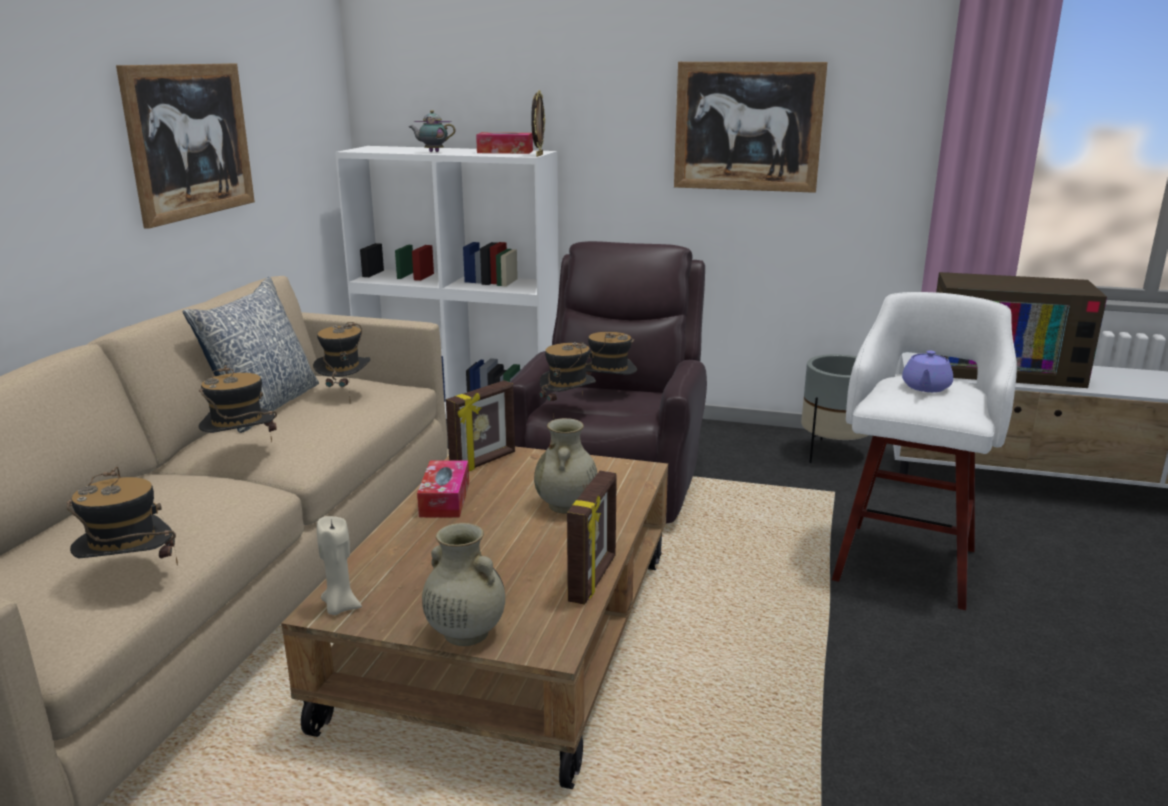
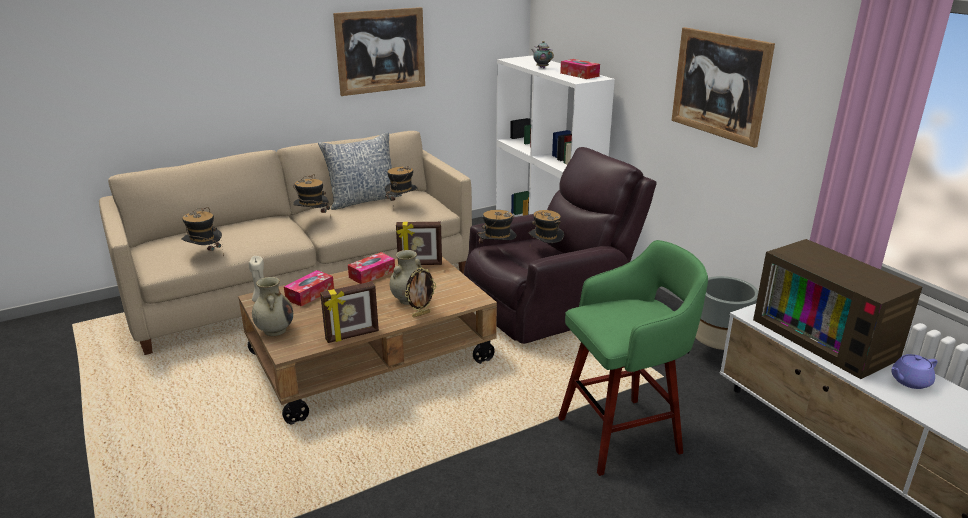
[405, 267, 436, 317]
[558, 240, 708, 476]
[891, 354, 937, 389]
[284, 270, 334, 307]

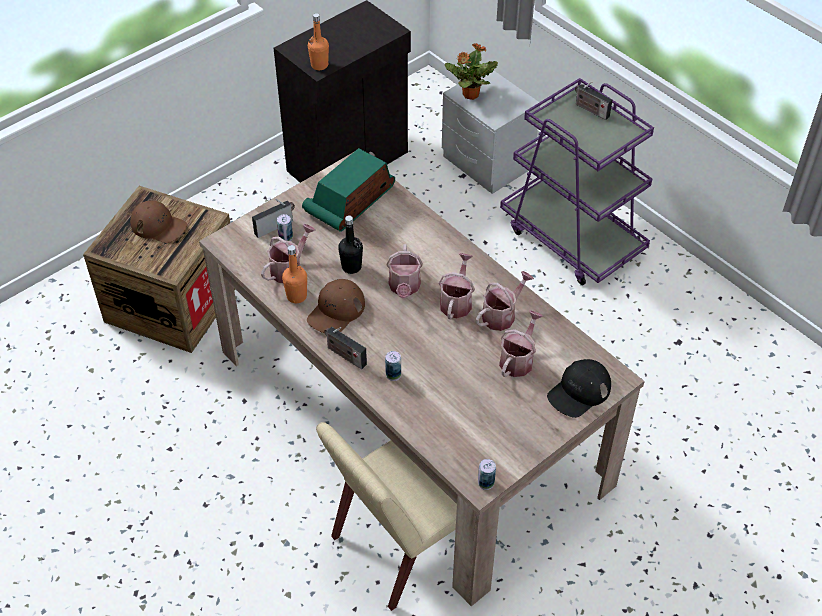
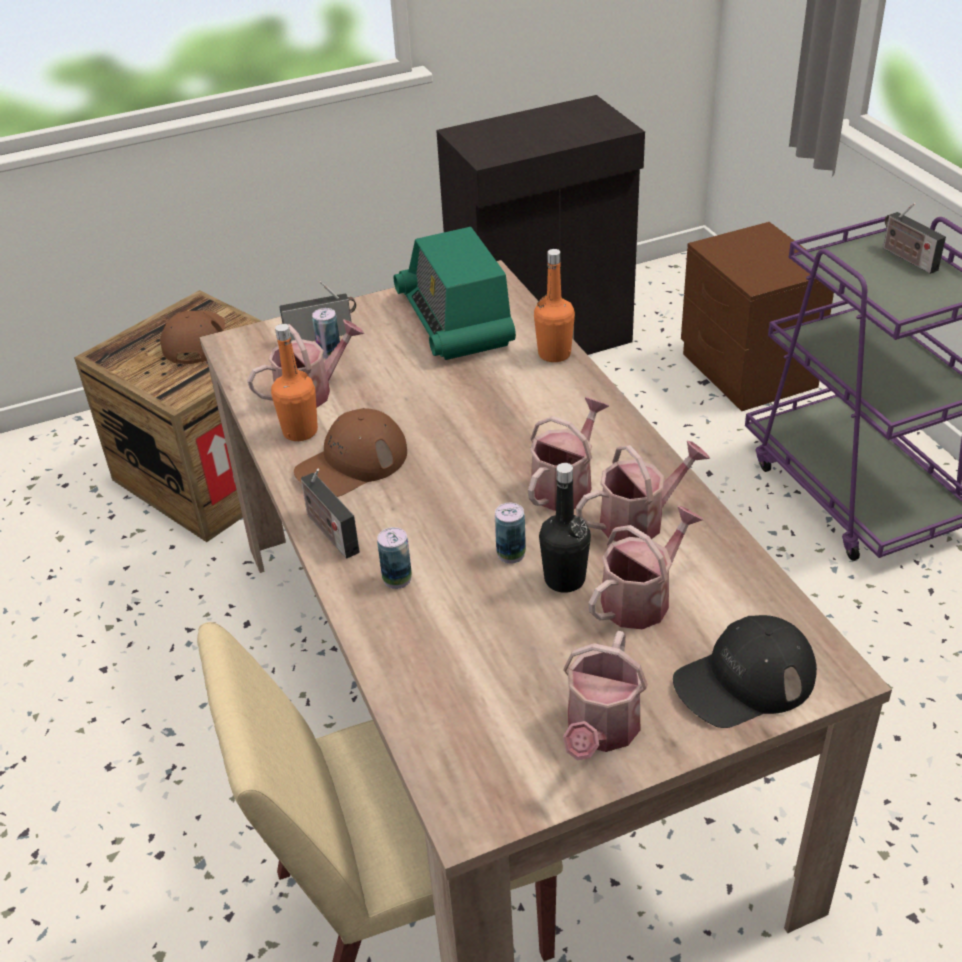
[160, 311, 225, 364]
[394, 227, 516, 360]
[534, 249, 575, 362]
[539, 463, 591, 593]
[563, 631, 648, 760]
[681, 222, 834, 411]
[445, 43, 498, 100] (first image)
[495, 503, 526, 564]

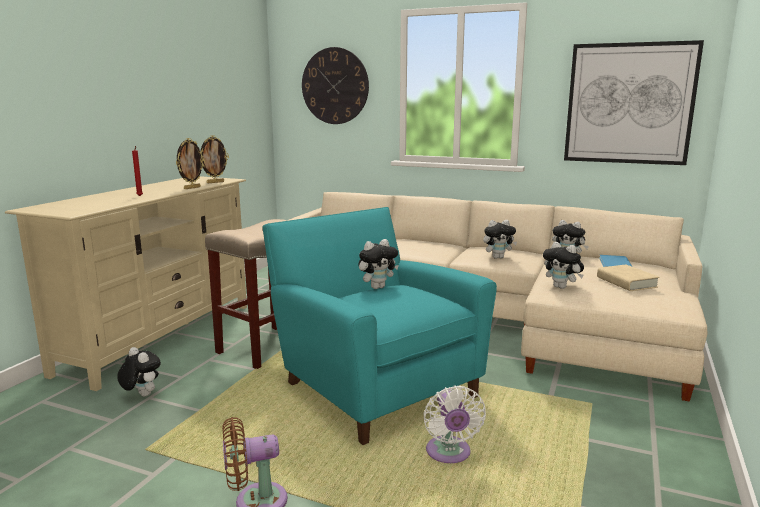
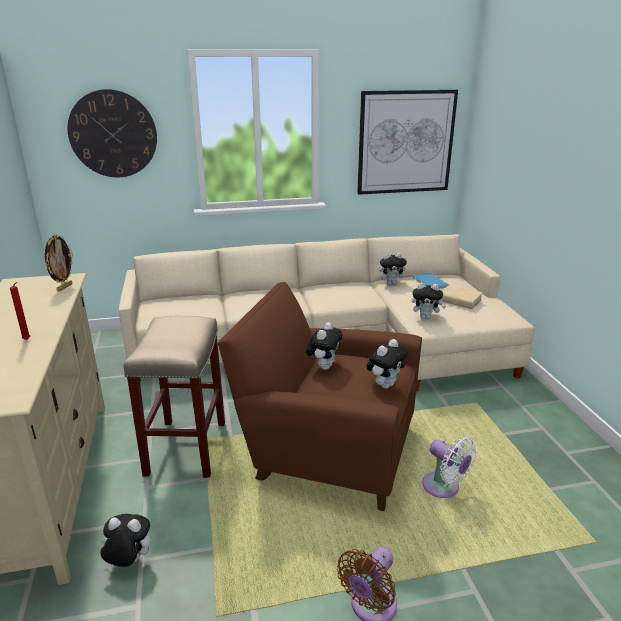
[176, 138, 205, 189] (first image)
[218, 282, 422, 511]
[366, 339, 408, 389]

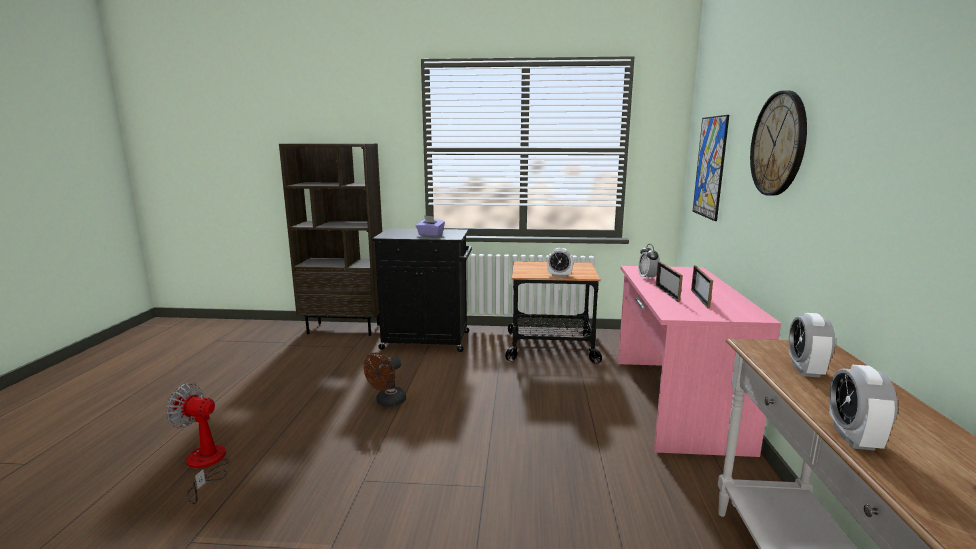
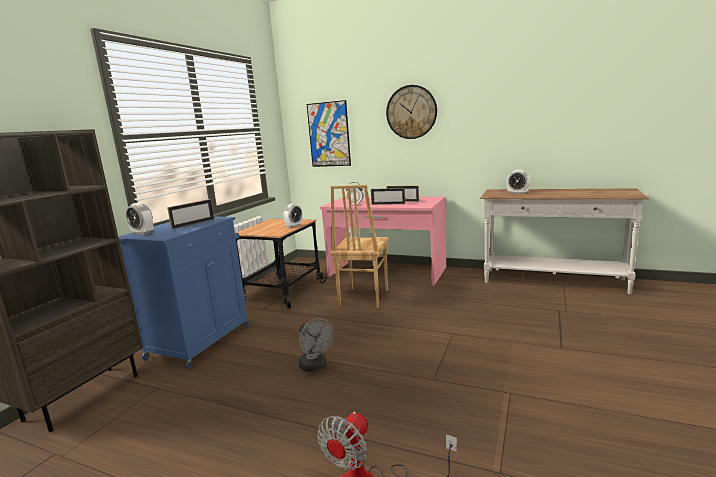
[299, 318, 334, 372]
[119, 216, 249, 369]
[167, 199, 214, 229]
[126, 203, 154, 235]
[330, 185, 389, 308]

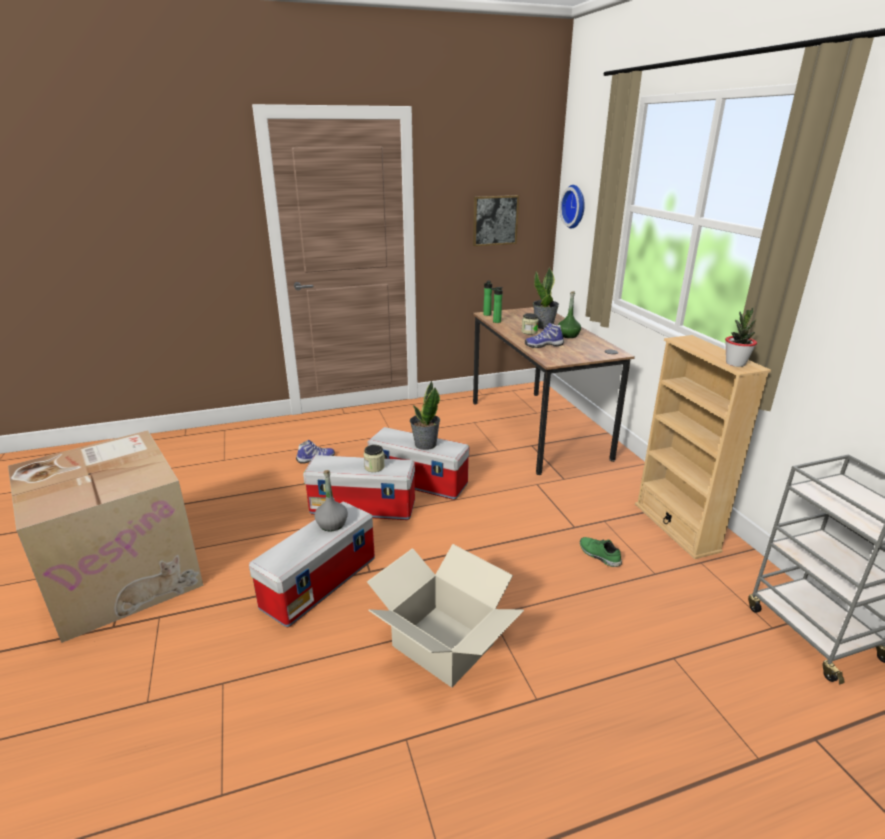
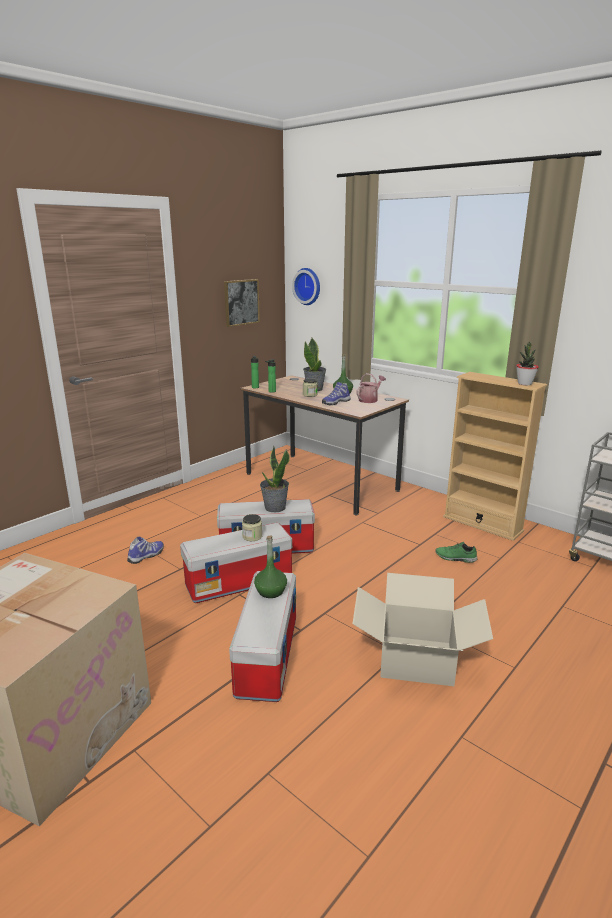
[254, 536, 287, 598]
[357, 373, 386, 403]

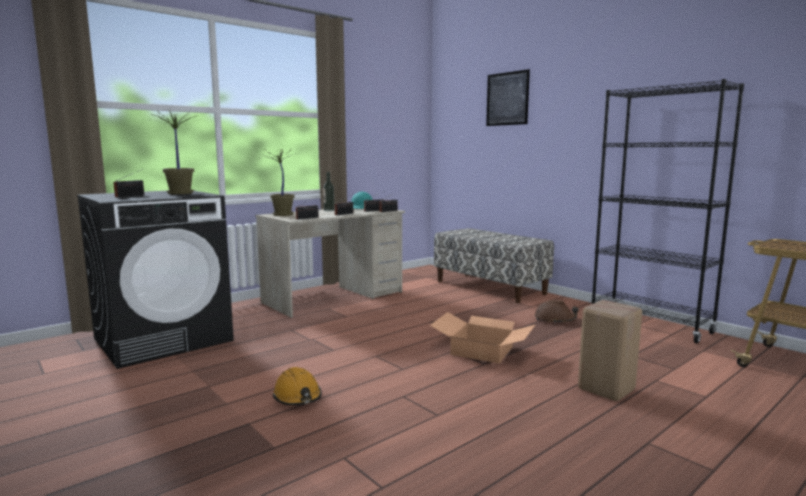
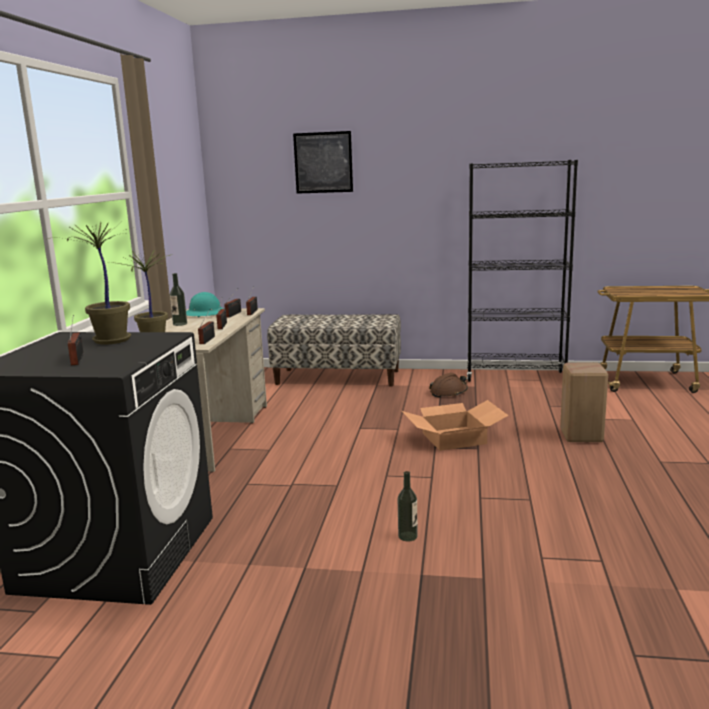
[398, 471, 418, 542]

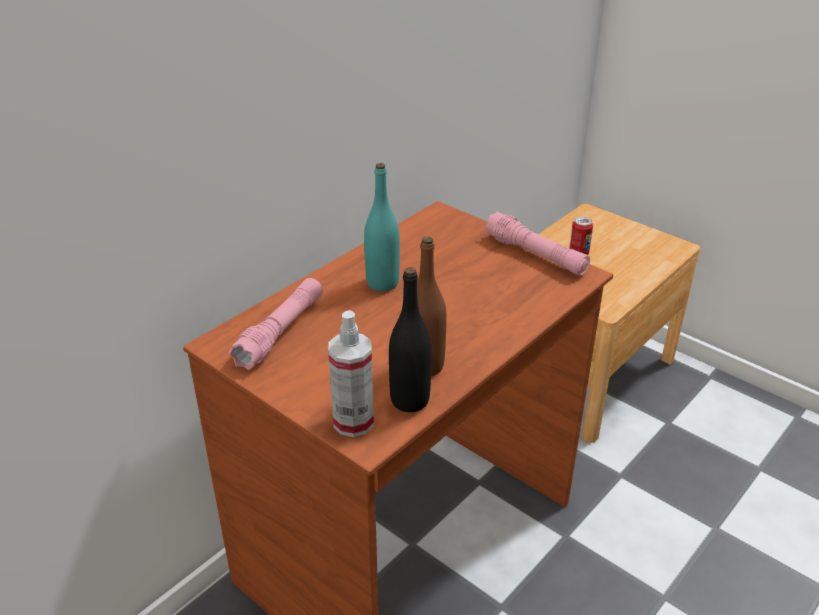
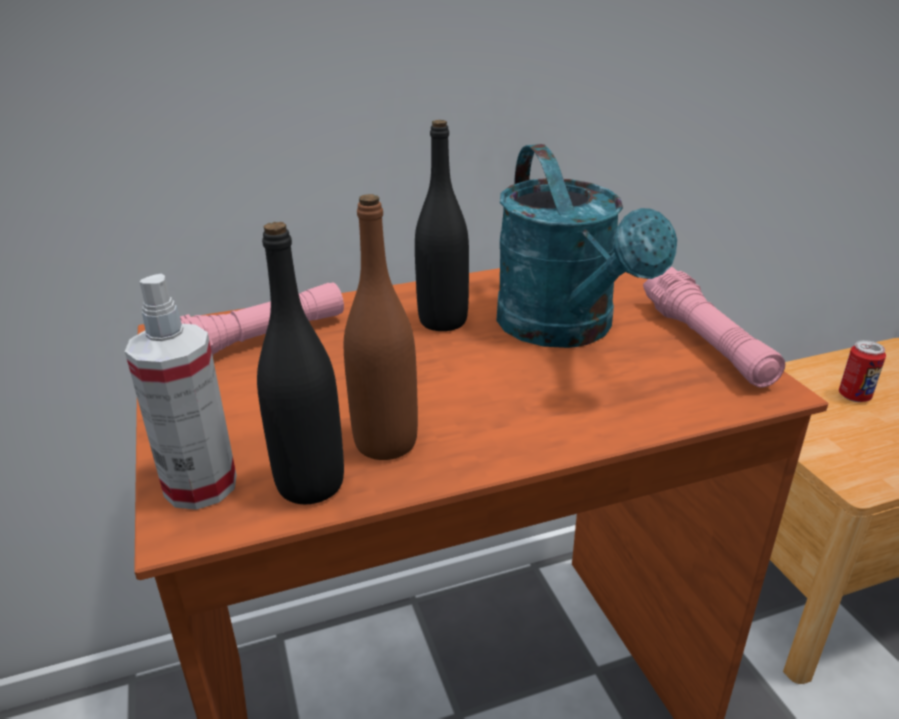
[415, 120, 469, 331]
[496, 144, 677, 348]

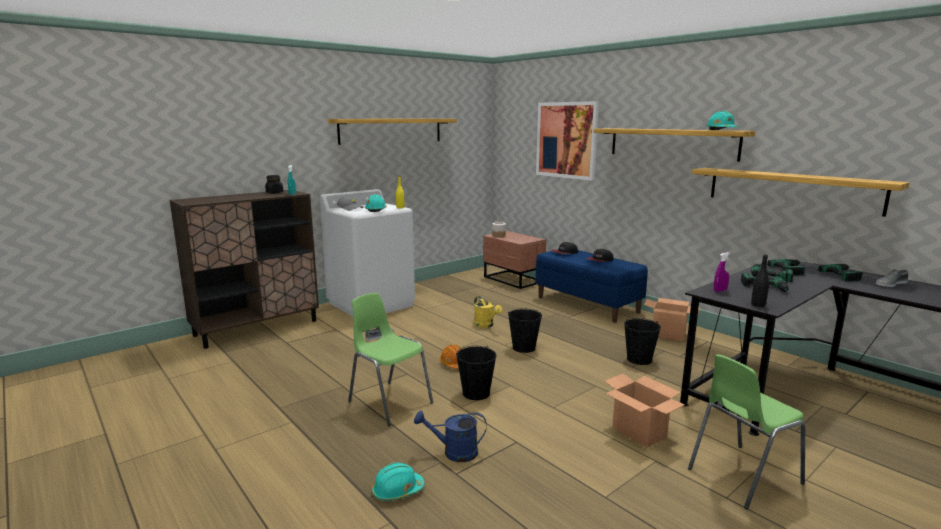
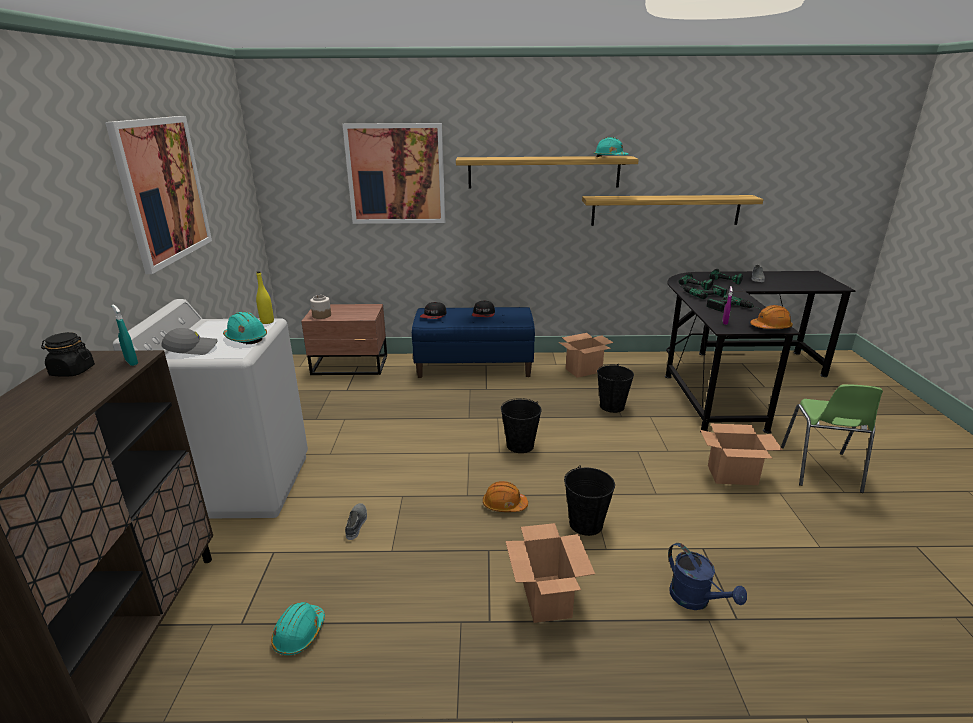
[105, 116, 212, 274]
[505, 523, 595, 623]
[271, 602, 325, 655]
[668, 543, 747, 610]
[474, 296, 503, 328] (first image)
[750, 305, 793, 329]

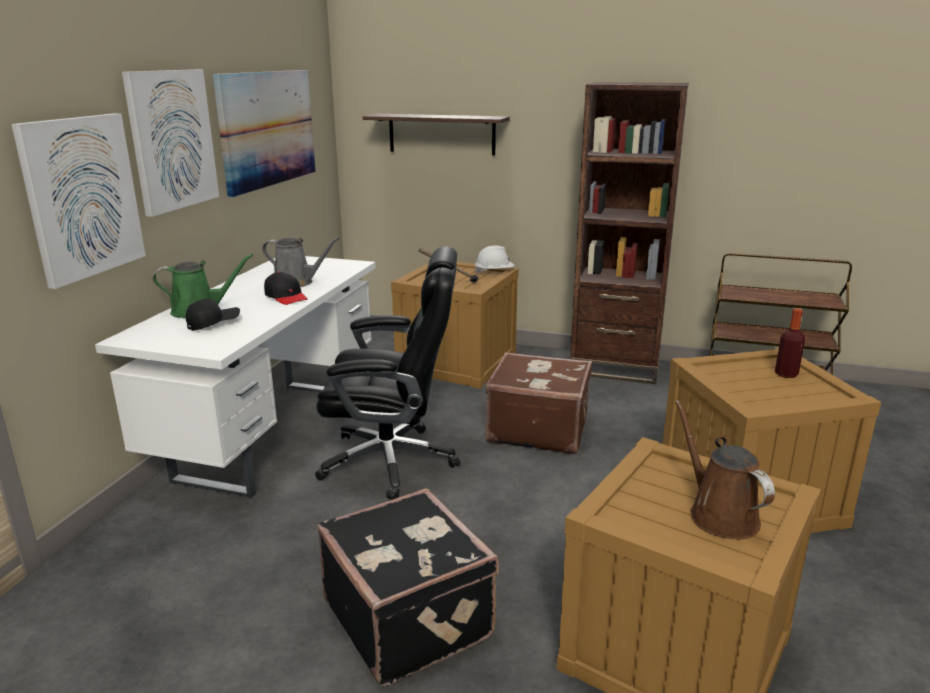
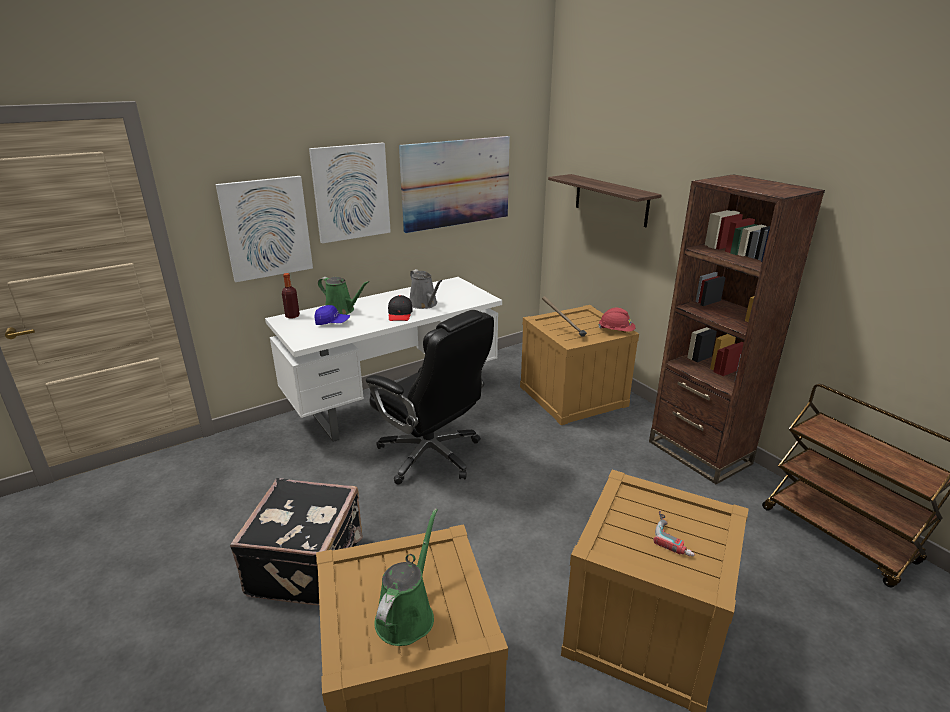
[314, 305, 350, 325]
[598, 308, 635, 332]
[486, 352, 592, 454] (first image)
[374, 508, 438, 646]
[282, 273, 300, 319]
[653, 511, 695, 556]

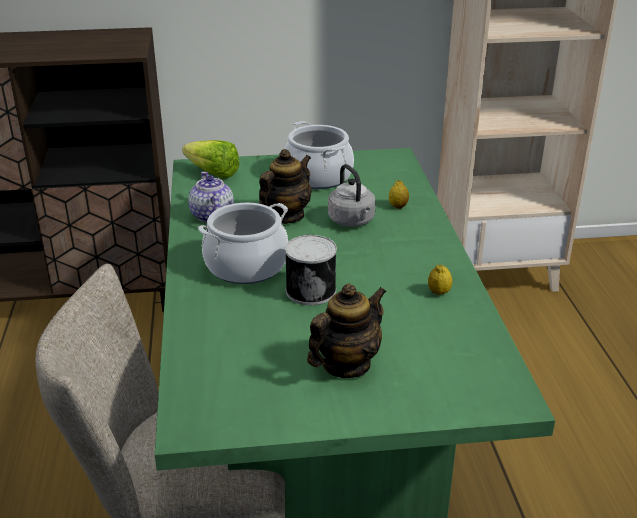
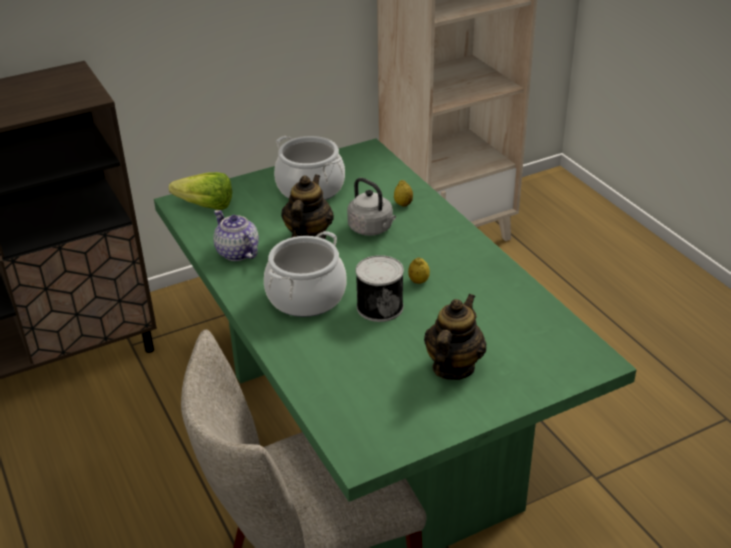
[408, 257, 430, 284]

